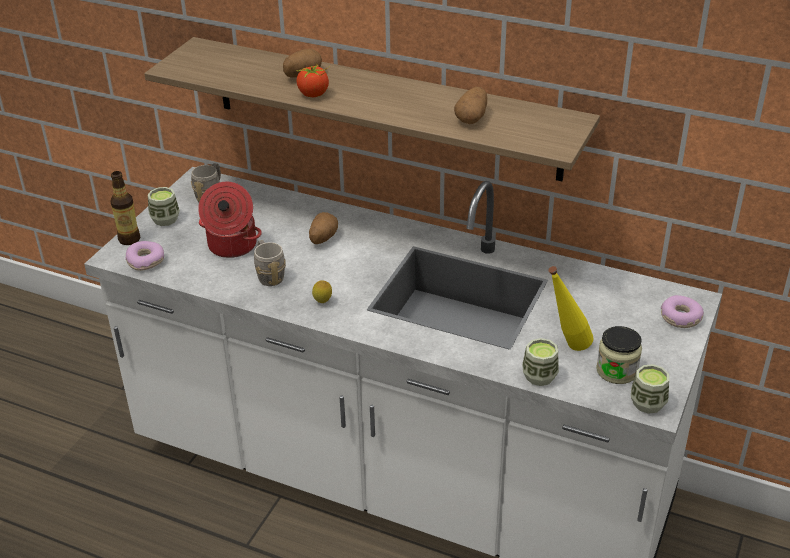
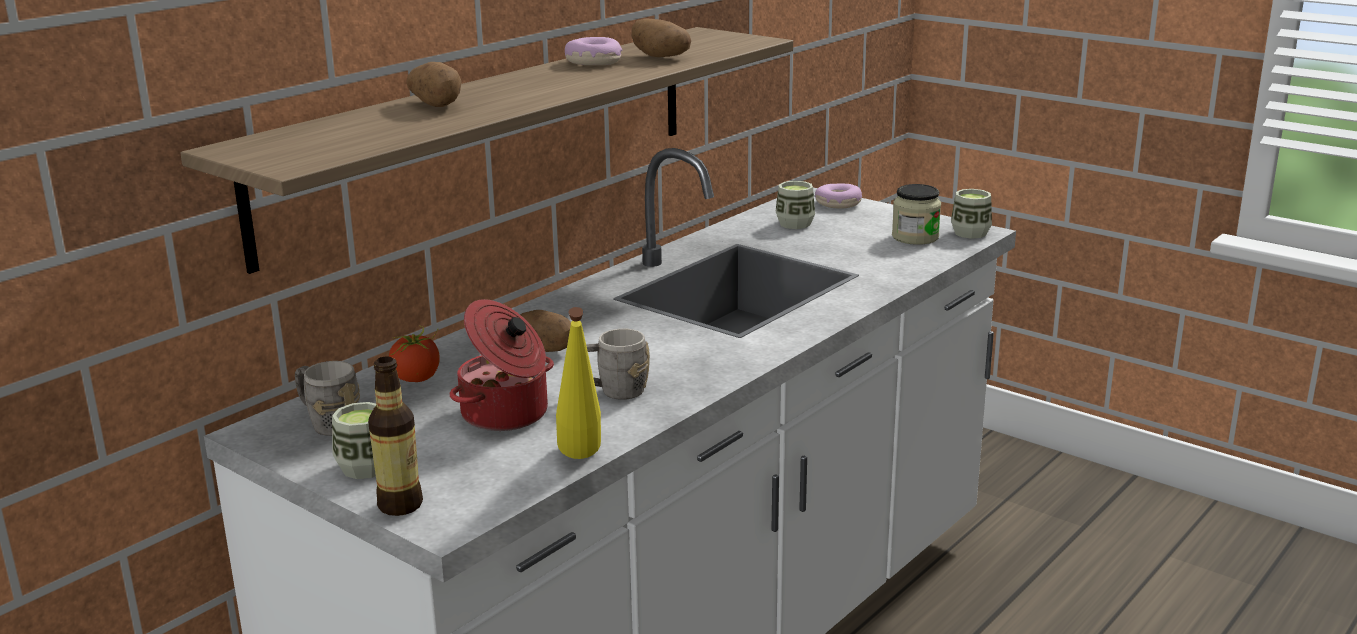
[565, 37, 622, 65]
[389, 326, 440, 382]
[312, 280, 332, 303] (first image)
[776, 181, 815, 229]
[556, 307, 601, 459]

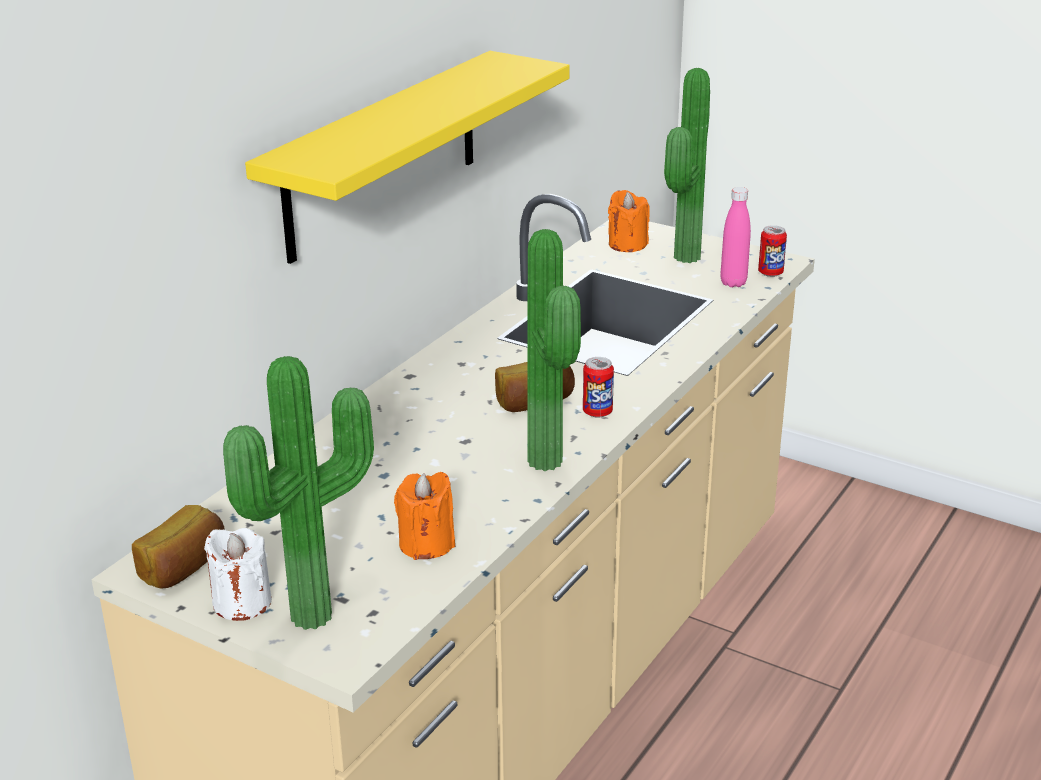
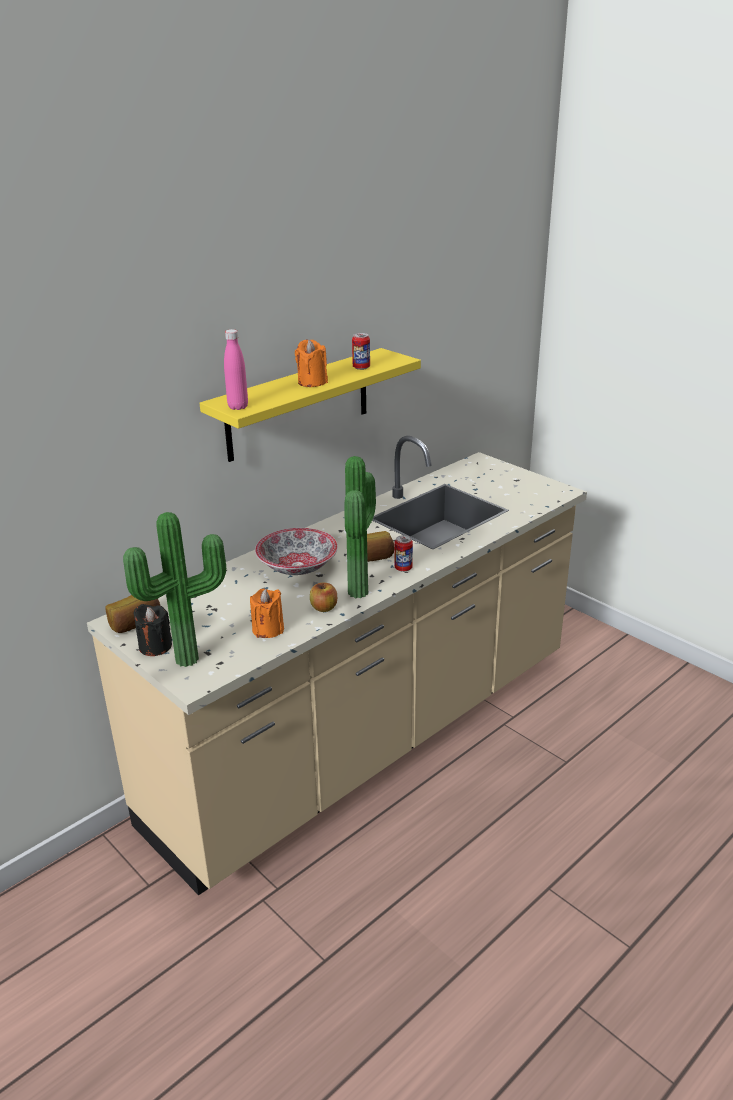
[133, 604, 172, 656]
[295, 340, 328, 387]
[664, 68, 710, 263] (first image)
[224, 329, 248, 410]
[352, 333, 370, 370]
[255, 528, 338, 575]
[310, 583, 337, 612]

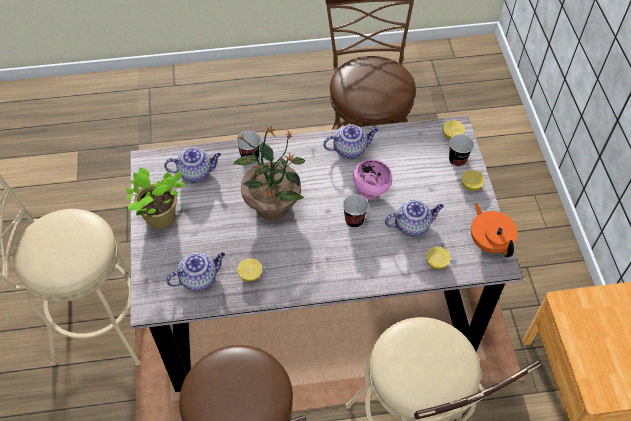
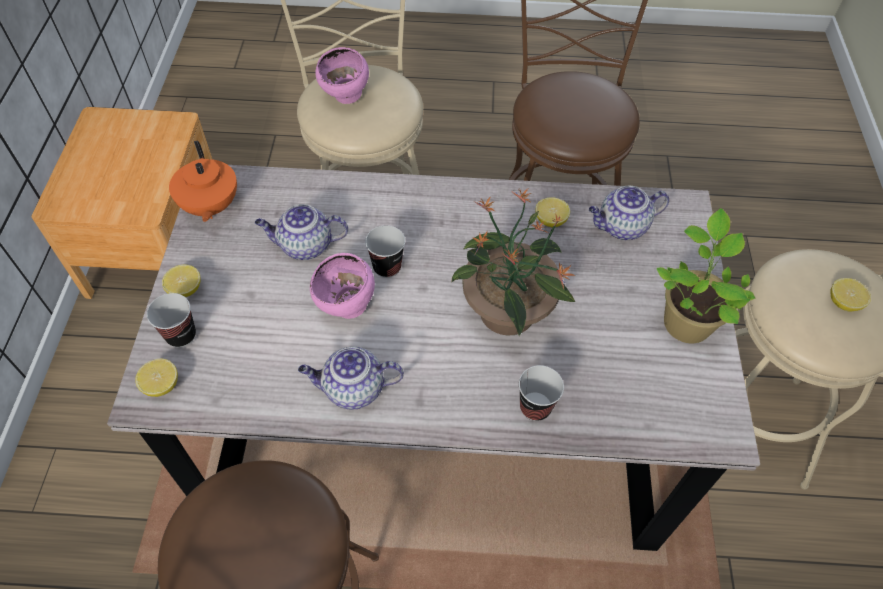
[164, 148, 221, 182] (first image)
[830, 278, 871, 312]
[315, 47, 369, 104]

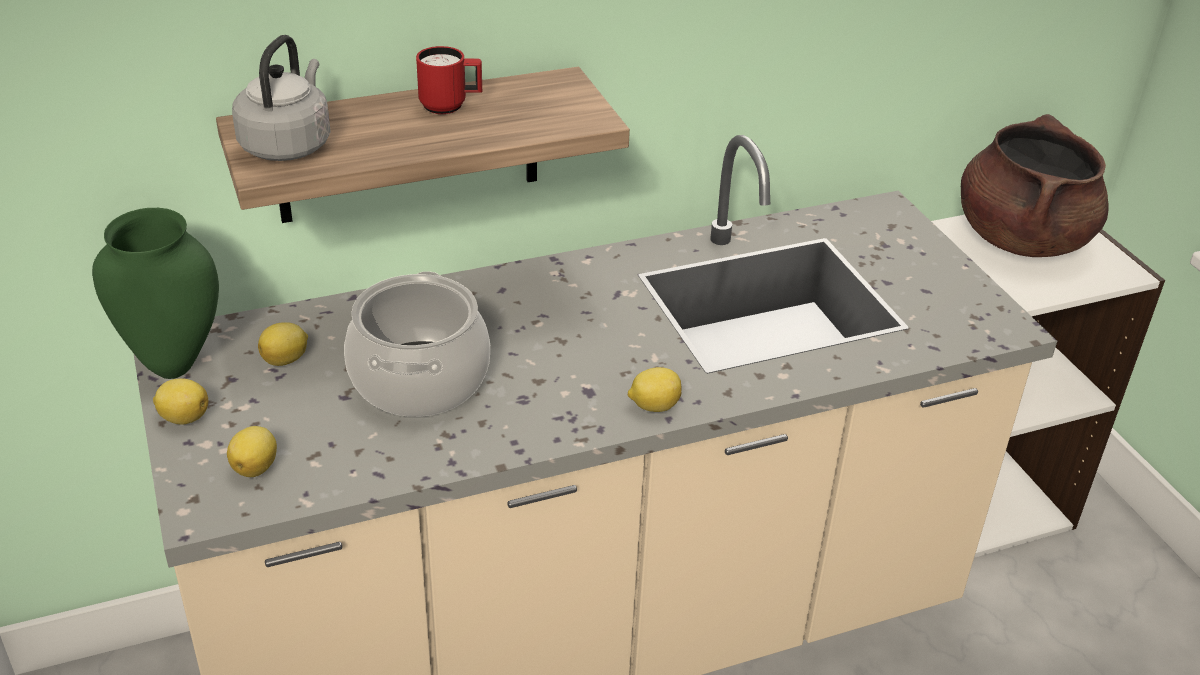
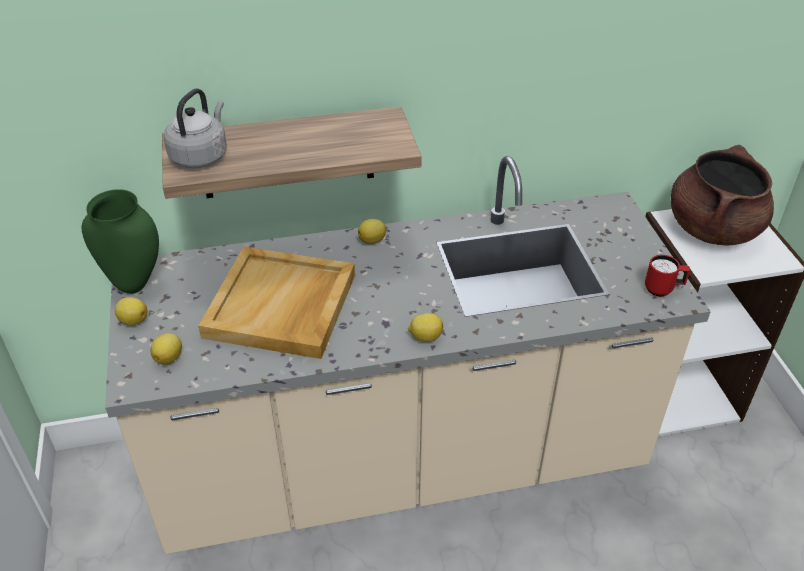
[358, 219, 386, 244]
[198, 246, 355, 359]
[645, 255, 690, 296]

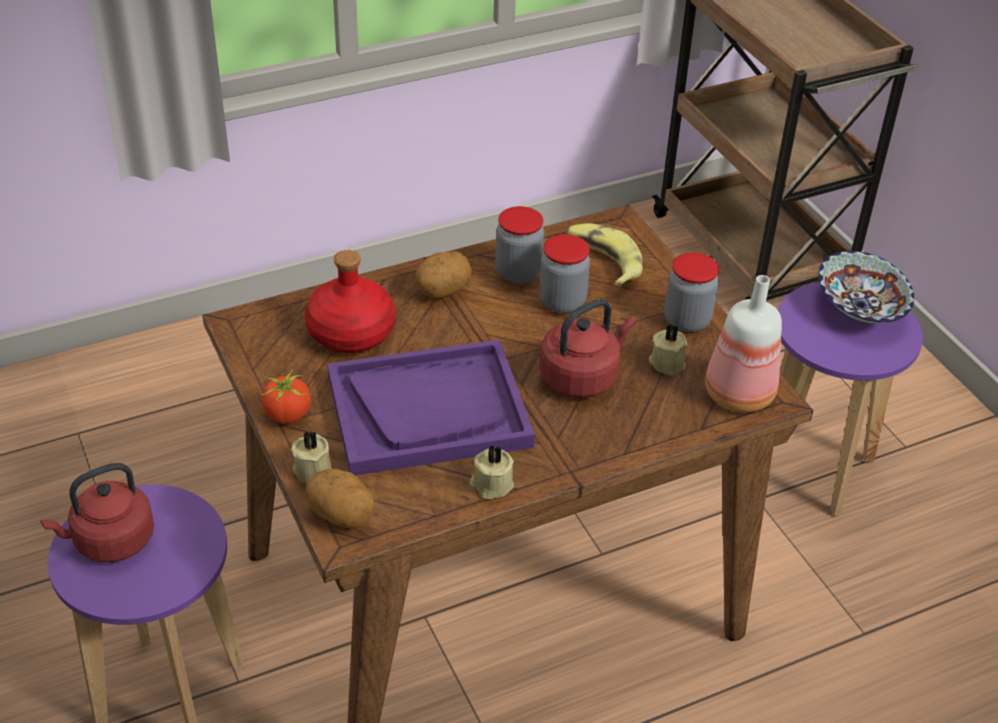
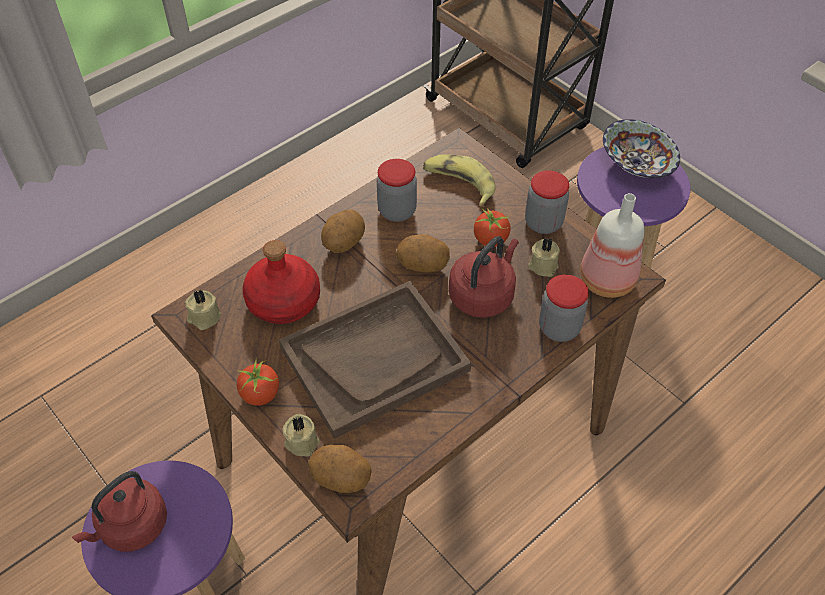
[279, 281, 471, 439]
[185, 290, 221, 330]
[539, 274, 589, 342]
[396, 234, 450, 273]
[474, 207, 511, 247]

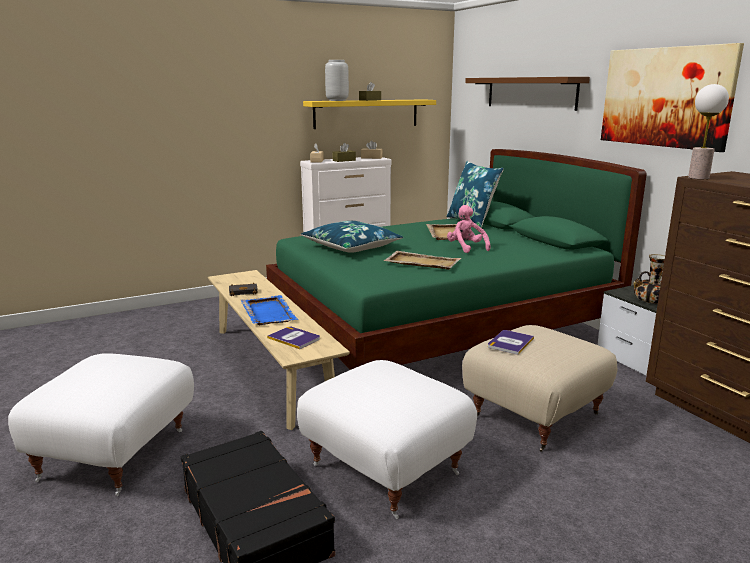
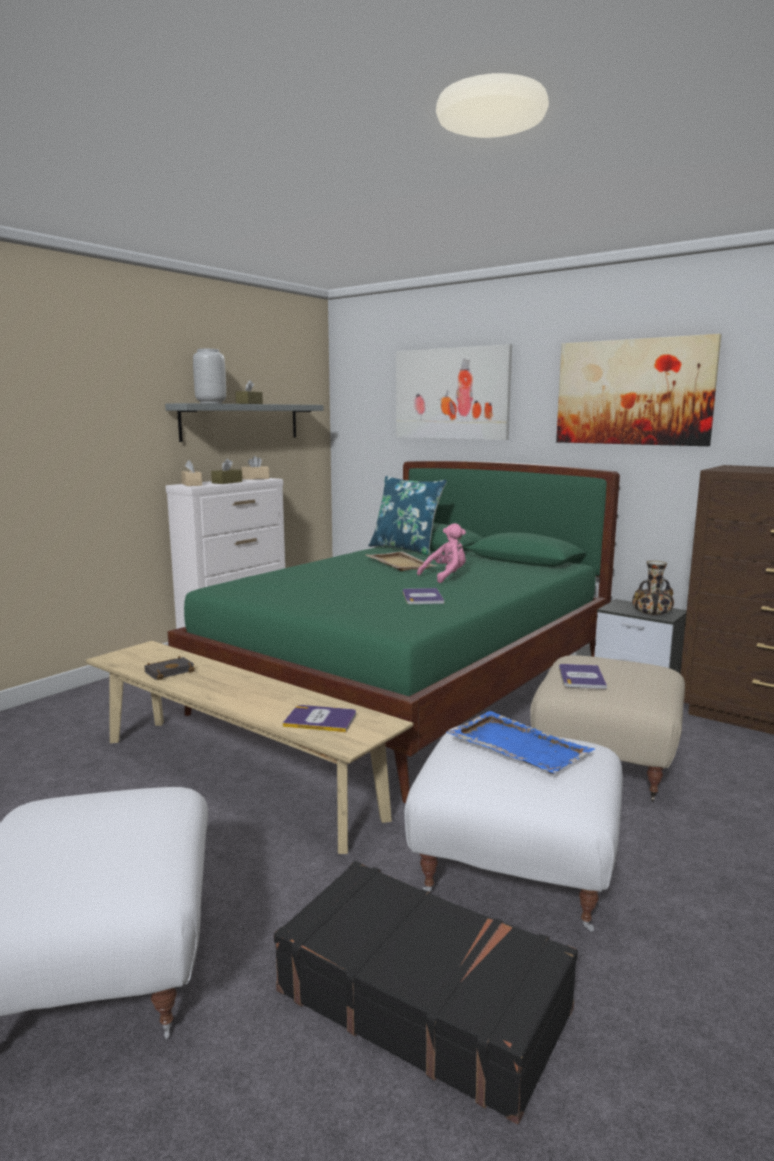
[446, 711, 595, 774]
[301, 221, 403, 253] (first image)
[165, 403, 323, 442]
[403, 588, 444, 604]
[417, 523, 466, 583]
[396, 344, 512, 440]
[688, 84, 729, 179] (first image)

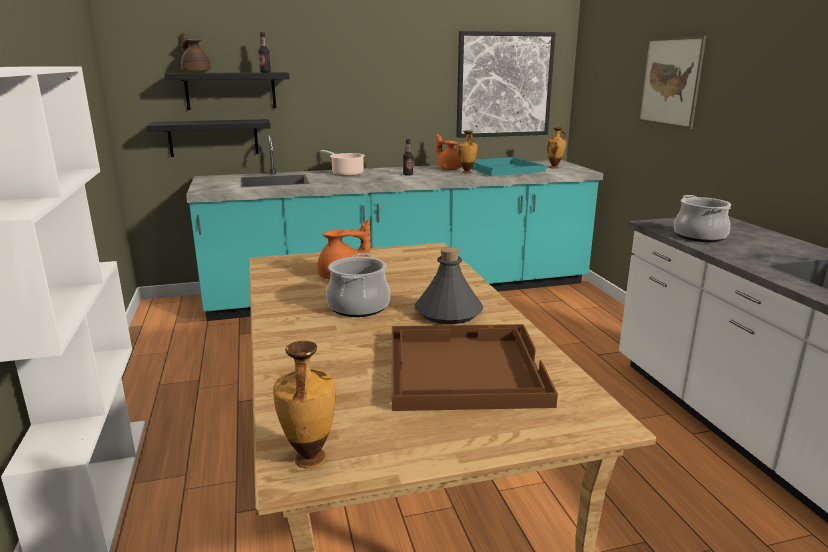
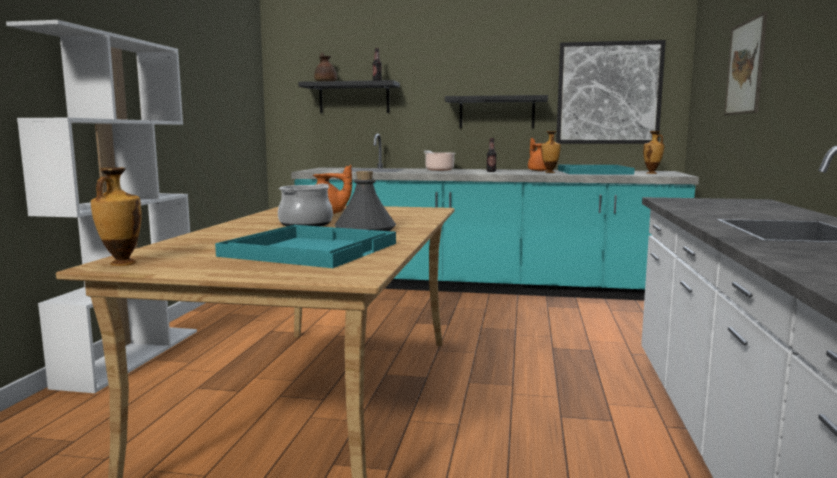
[445, 95, 548, 128]
[215, 225, 396, 268]
[674, 195, 731, 242] (first image)

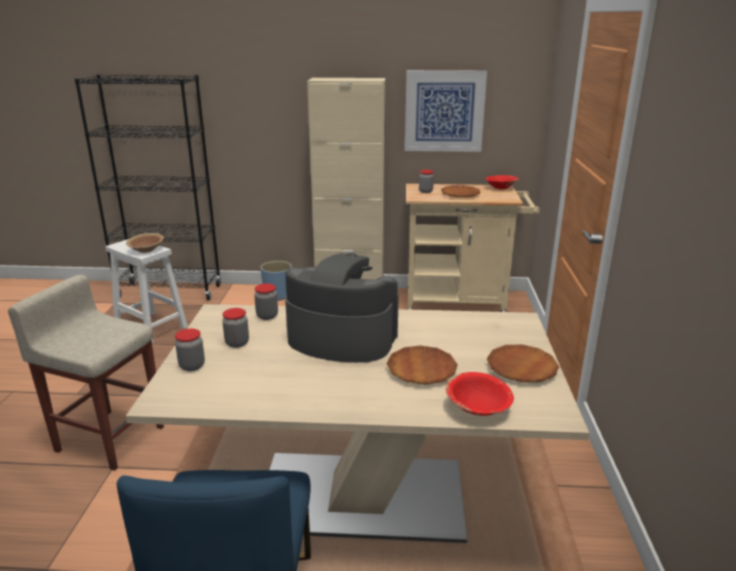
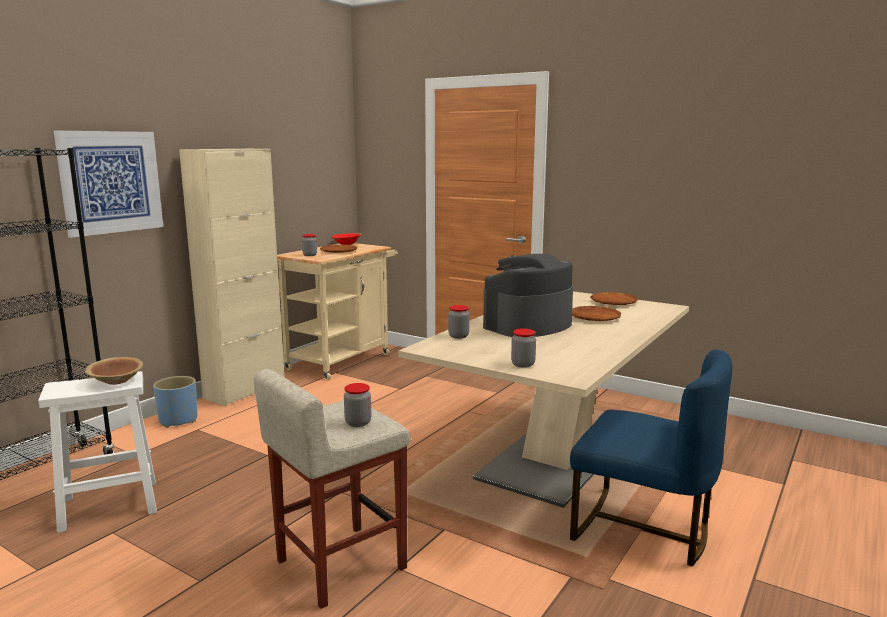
[344, 383, 371, 427]
[54, 131, 163, 238]
[446, 372, 514, 416] (first image)

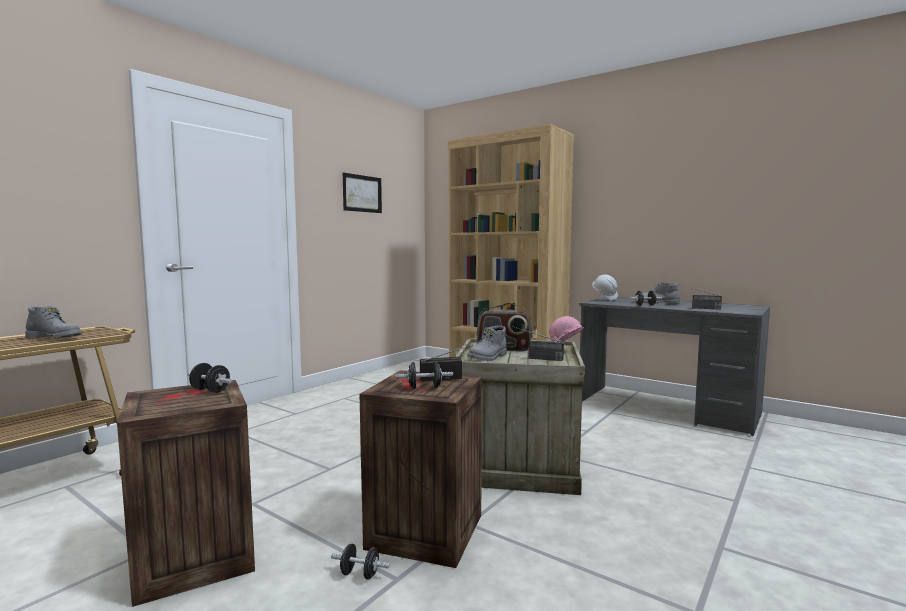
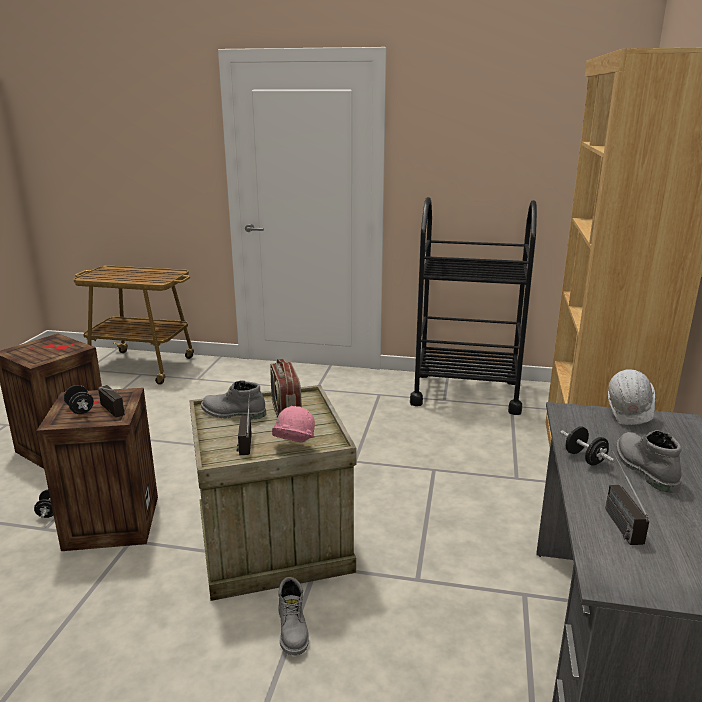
[278, 577, 309, 655]
[188, 363, 232, 393] (first image)
[343, 173, 382, 213] (first image)
[410, 197, 537, 415]

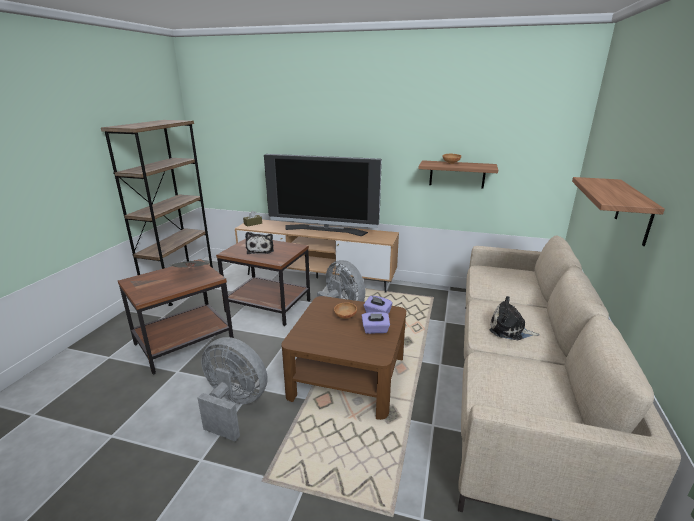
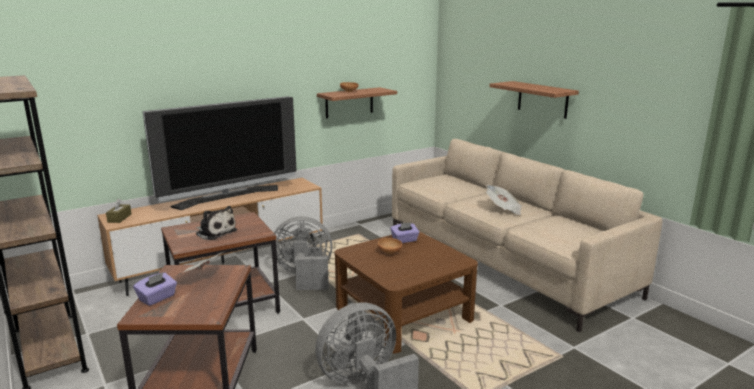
[133, 272, 177, 306]
[486, 185, 522, 215]

